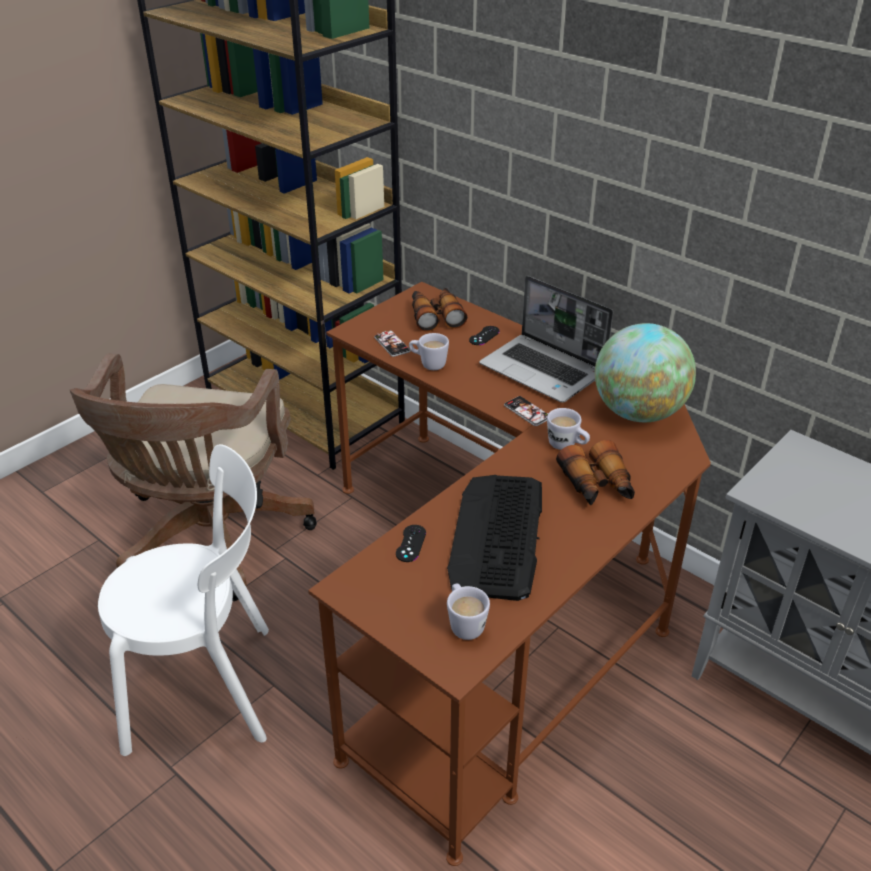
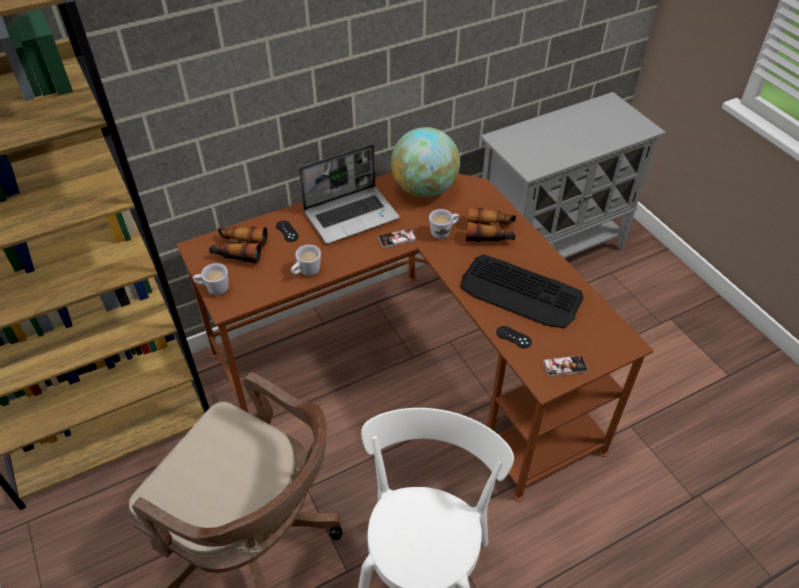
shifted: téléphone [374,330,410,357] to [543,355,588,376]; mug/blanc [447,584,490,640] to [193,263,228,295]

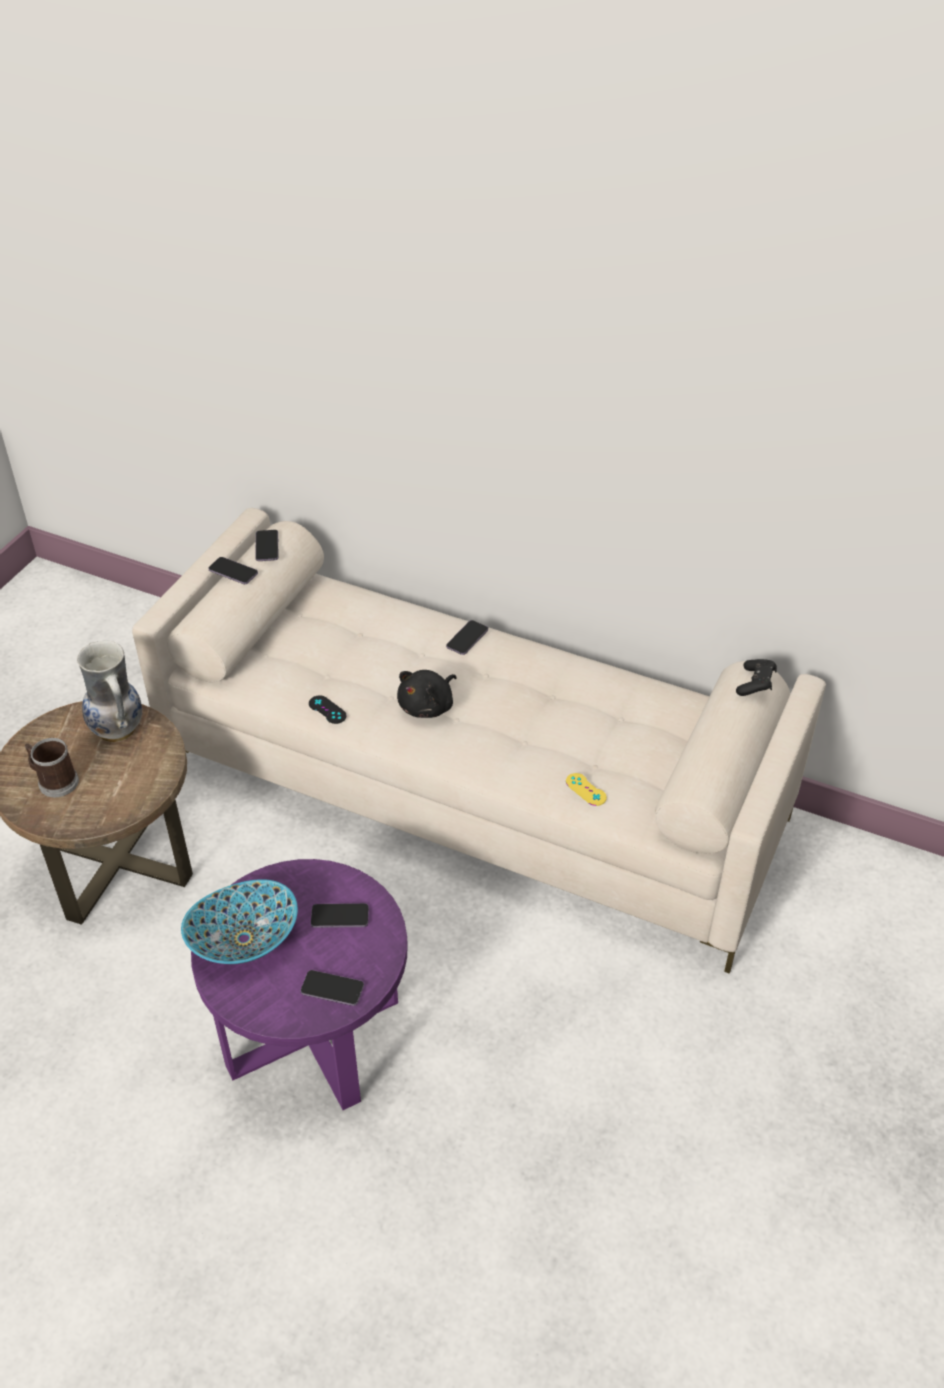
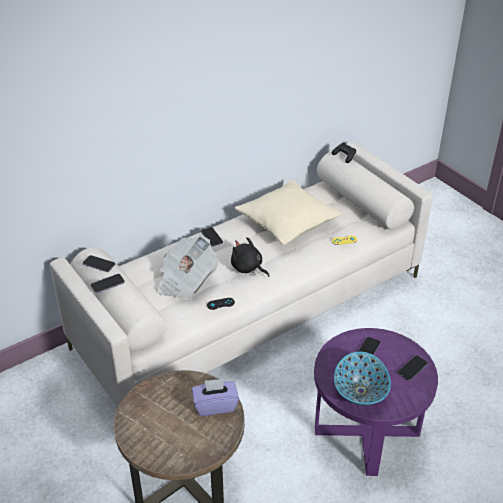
gone: mug [25,738,79,797]; vase [77,640,142,742]
new: journal [157,236,218,299]; boîte à mouchoirs/violet [192,379,239,416]; coussin/beige [235,180,342,245]
rotated: peluche/noir [397,670,457,718] = [231,237,269,277] 150 degrees clockwise

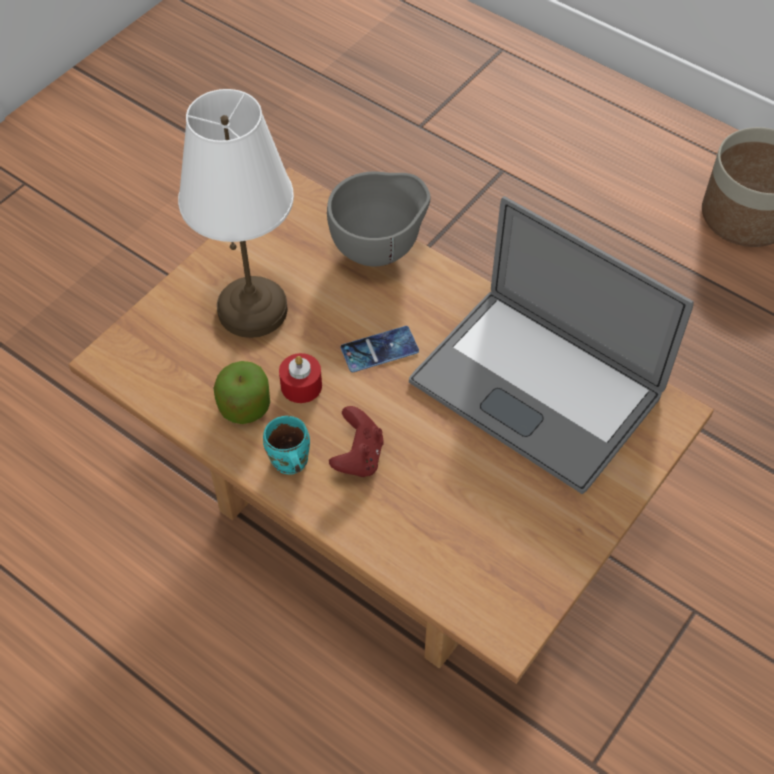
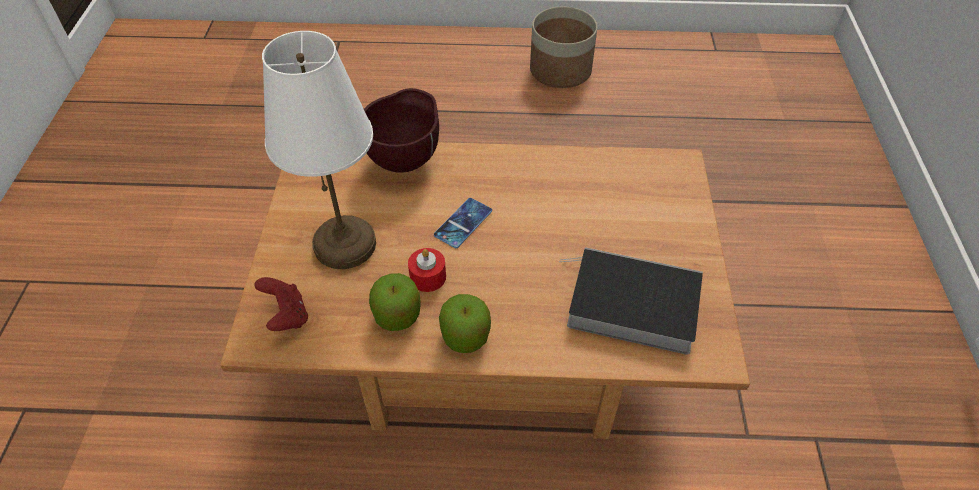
gone: ordinateur portable [409,196,694,494]
new: livre [559,247,703,355]
shifted: manette/rouge [329,406,384,477] to [254,277,308,331]
swapped: mug/turquoise [263,416,310,474] to pomme [439,294,491,353]
repainted: bol/gris [327,171,431,267] to bol/marron [364,88,439,173]

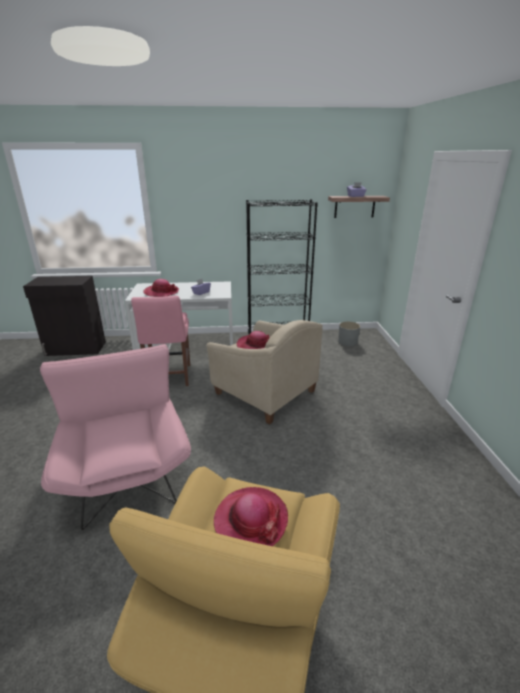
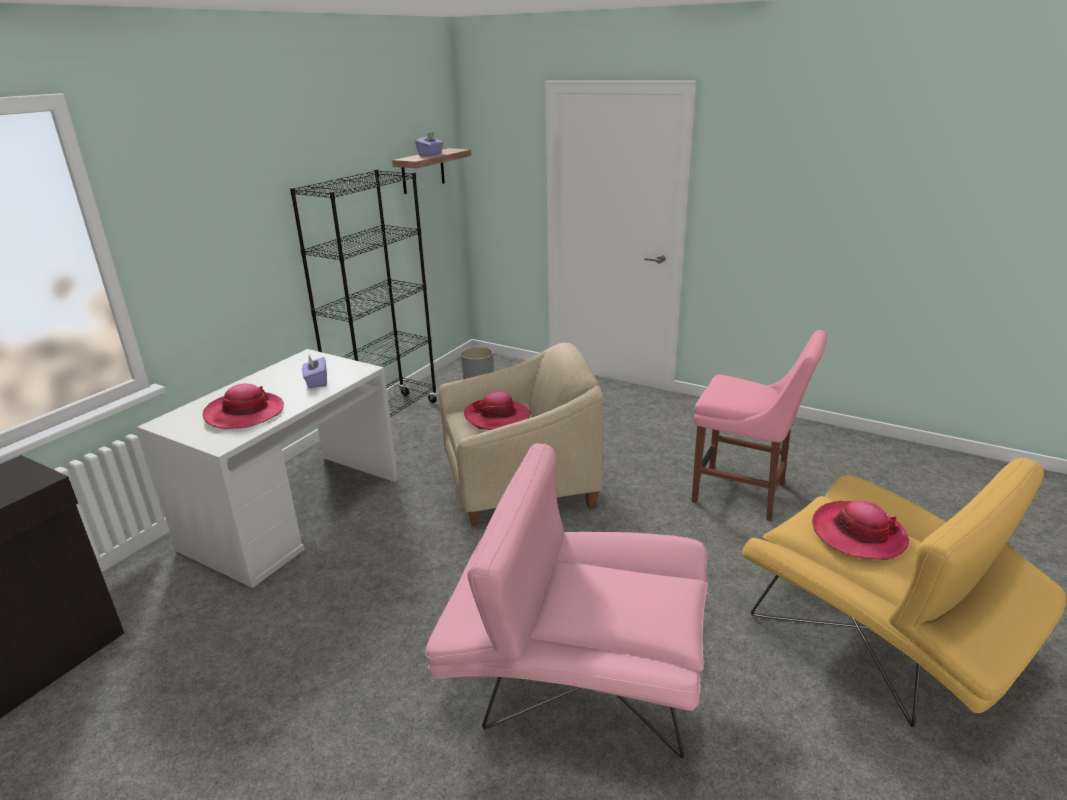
shifted: chaise/rose [131,296,190,386] to [692,330,827,521]

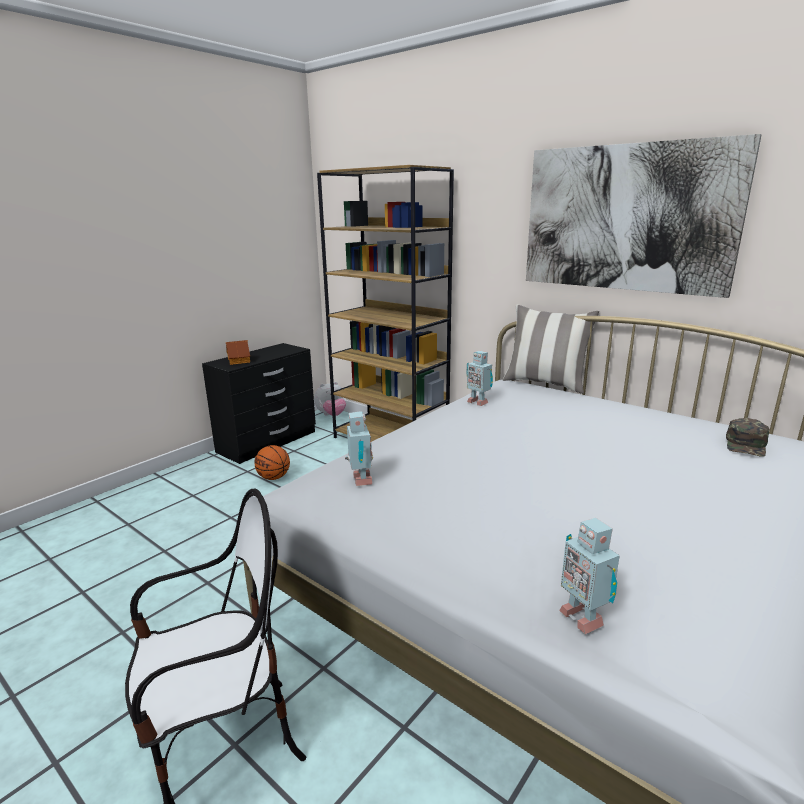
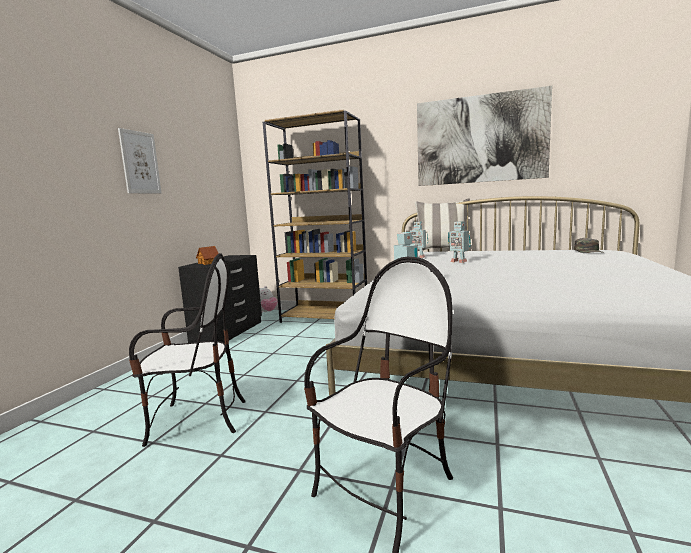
gone: ballon de basket [254,445,290,480]
new: tableau [118,128,161,194]; chaise [129,253,246,447]
shifted: robot jouet [559,518,620,634] to [448,221,471,263]

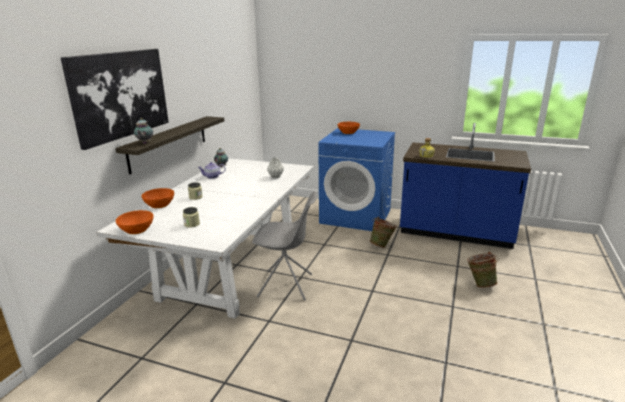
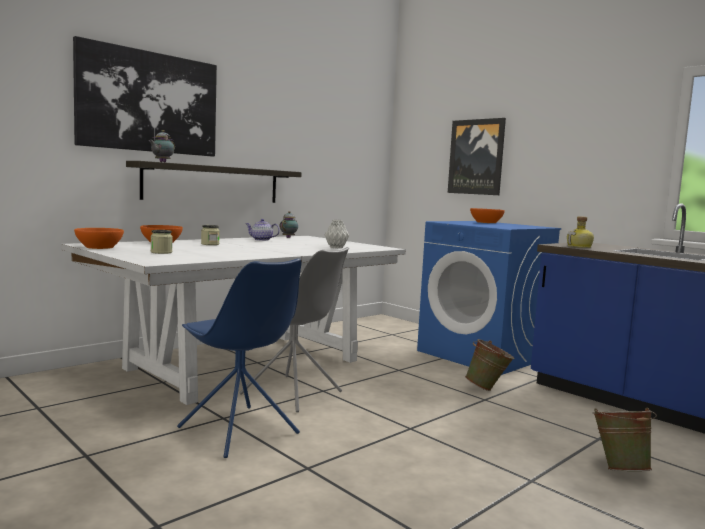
new: chaise/bleu [177,258,301,458]; tableau [448,118,506,195]

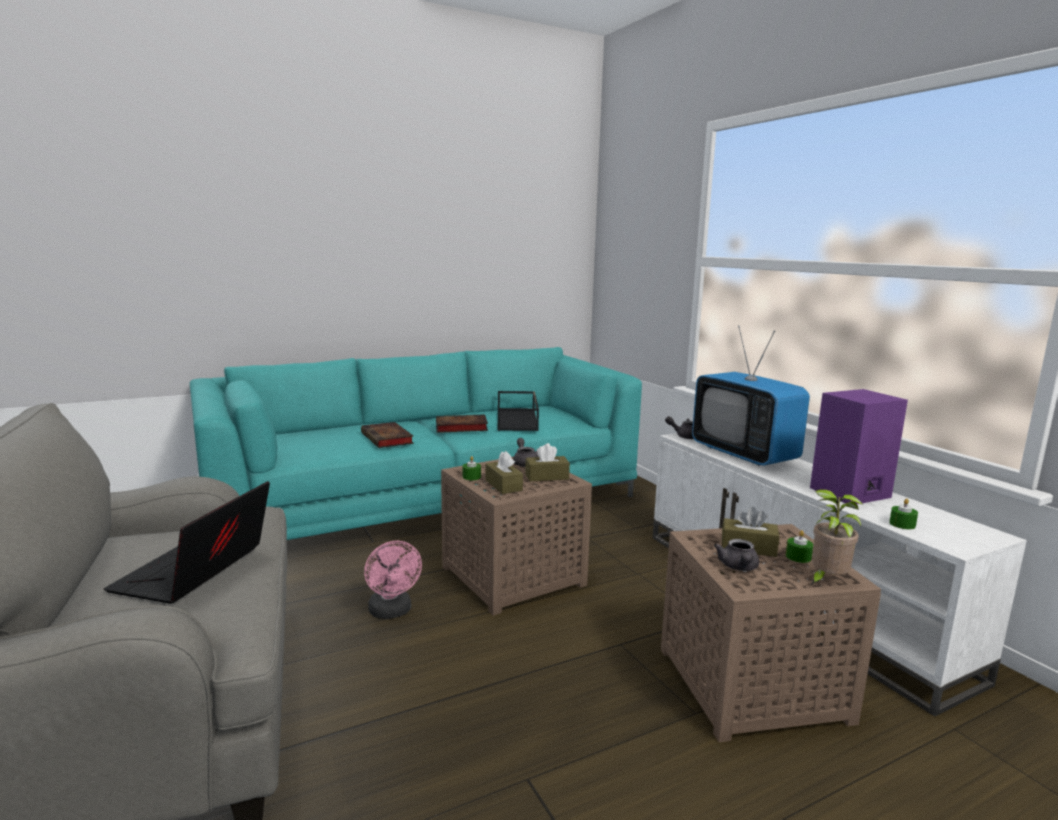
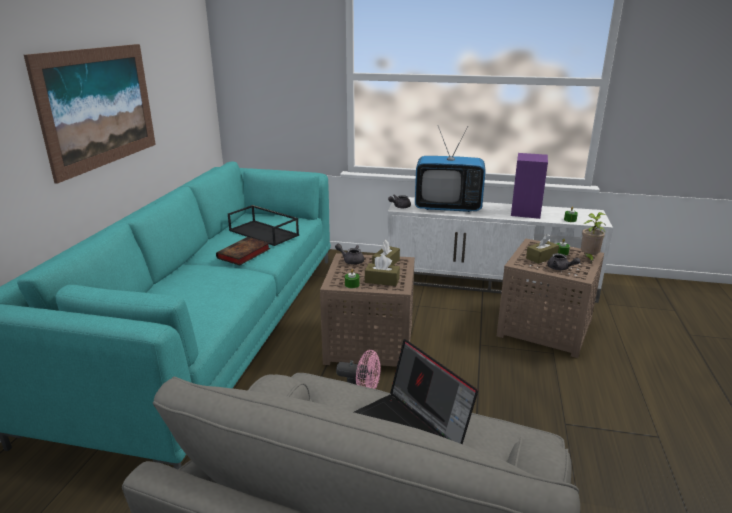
gone: livre [361,422,414,448]
new: tableau [24,44,156,184]

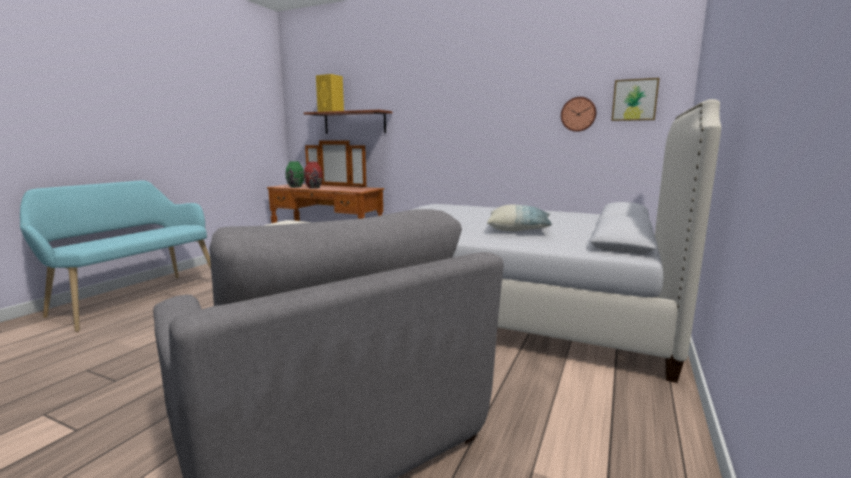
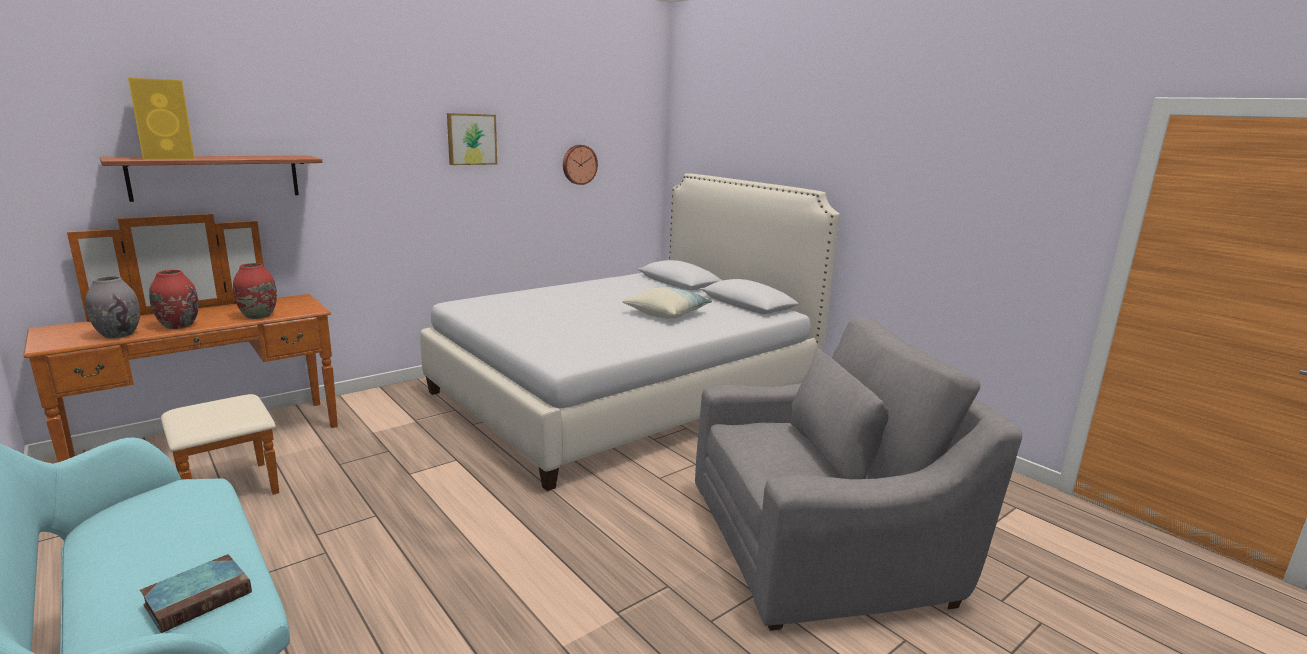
new: livre [140,554,252,633]; vase/rouge [233,263,277,319]
shifted: tableau [611,78,659,121] to [447,113,497,165]
repainted: vase/vert [286,161,304,188] to vase/gris [85,276,140,338]

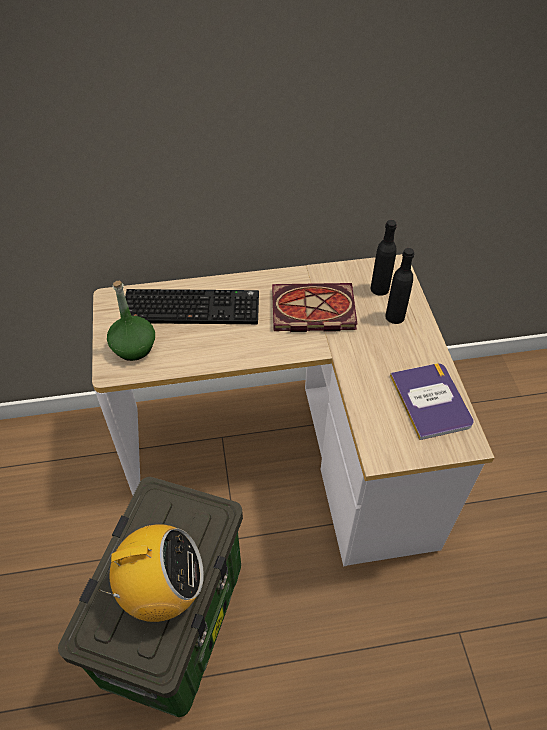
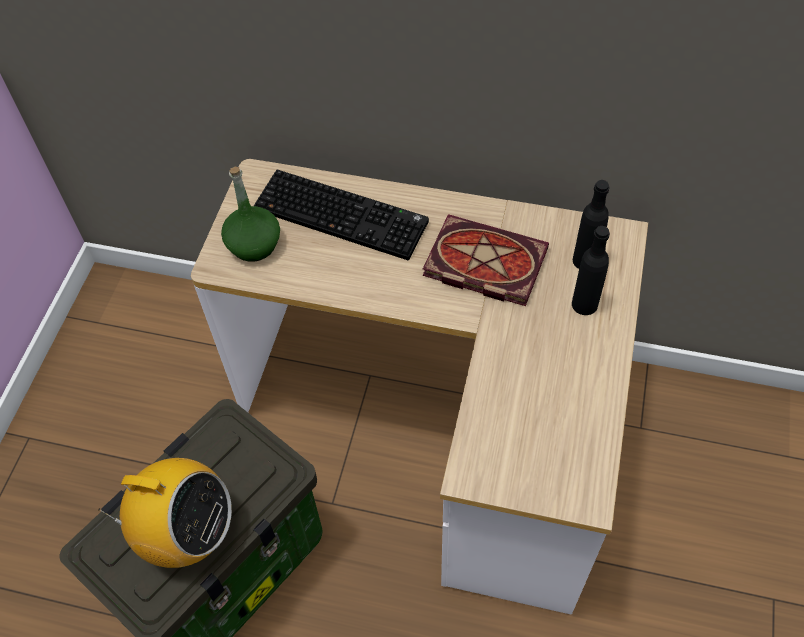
gone: livre [390,363,474,440]

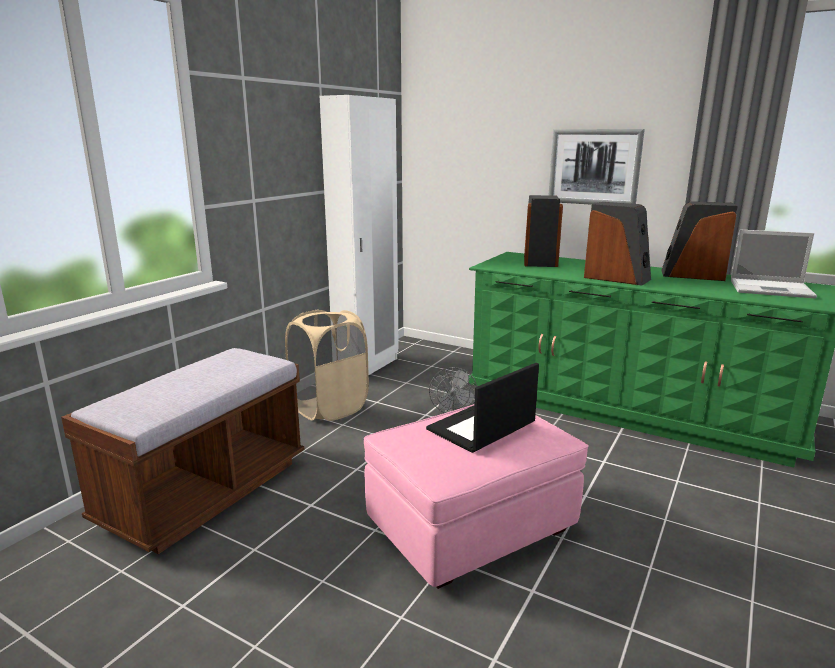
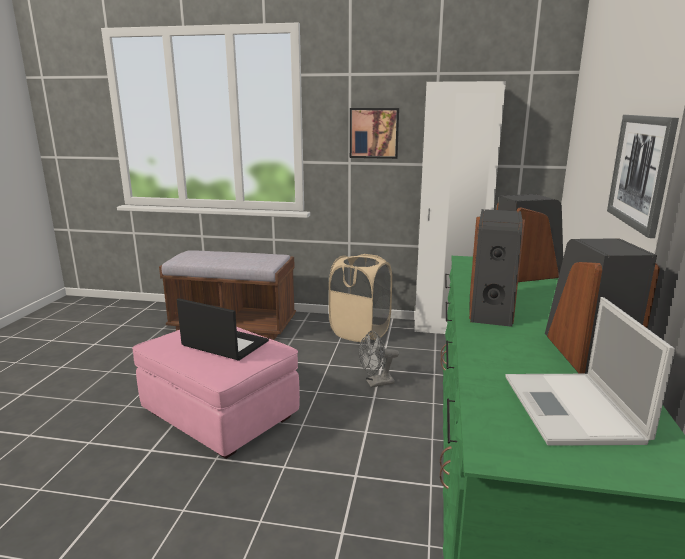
new: tableau [350,108,399,159]

